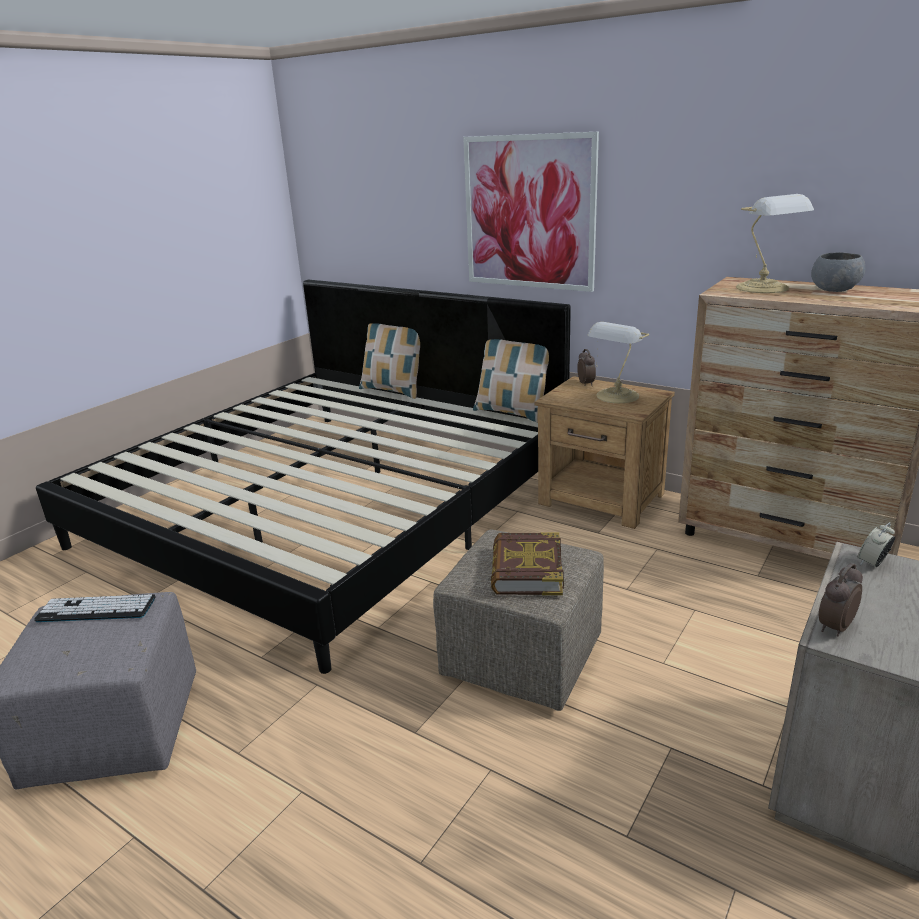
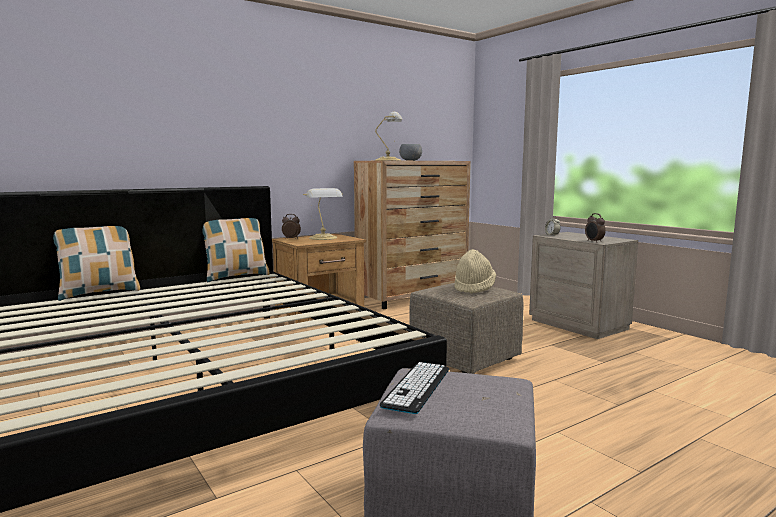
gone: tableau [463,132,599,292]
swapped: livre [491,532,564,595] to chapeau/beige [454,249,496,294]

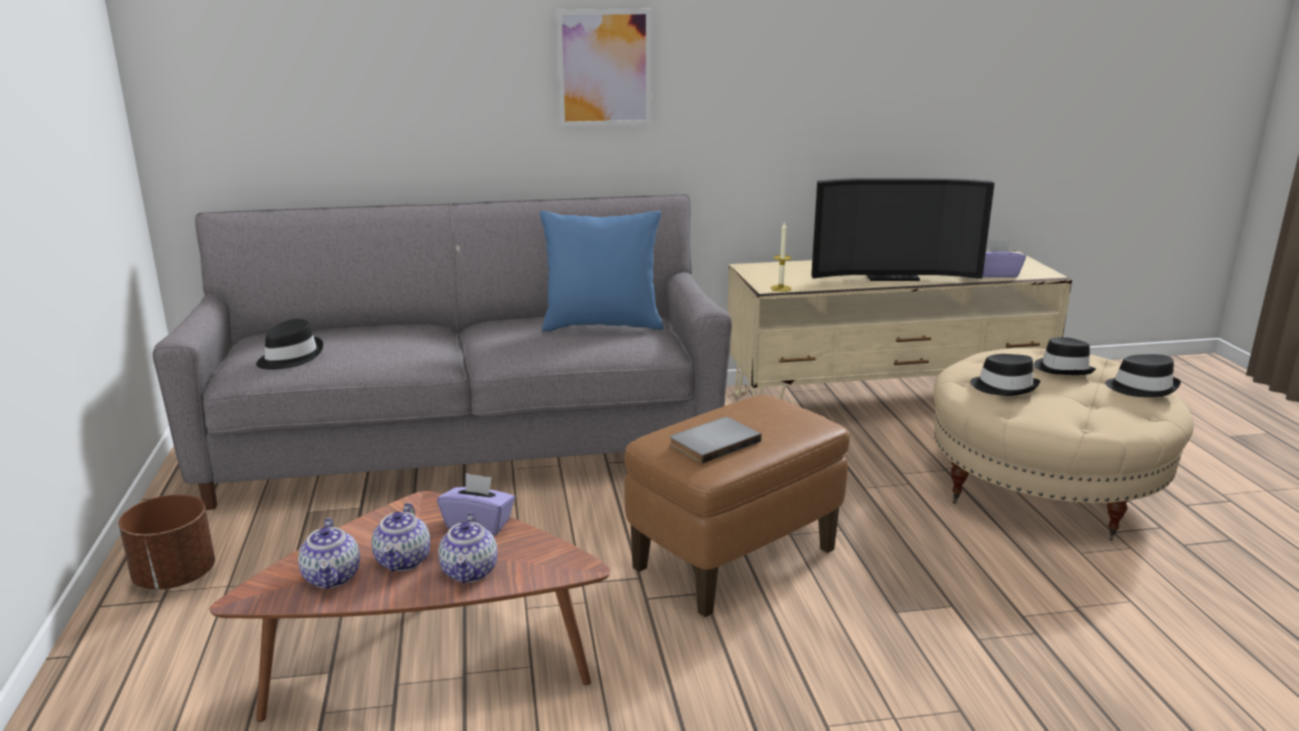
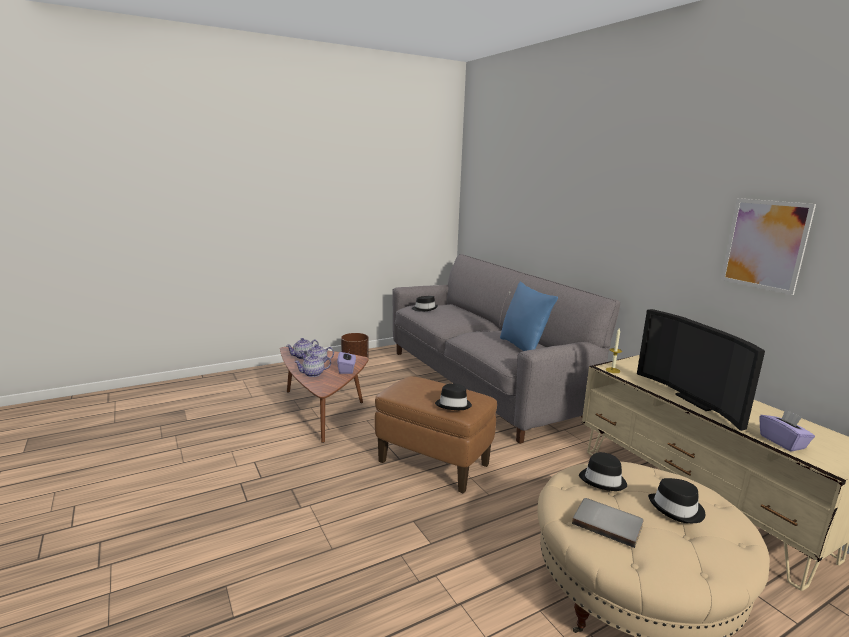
shifted: tableau [556,9,651,127] to [721,198,816,295]; livre/gris [670,417,762,464] to [572,498,644,548]; chapeau/noir [1105,354,1181,397] to [435,383,472,410]

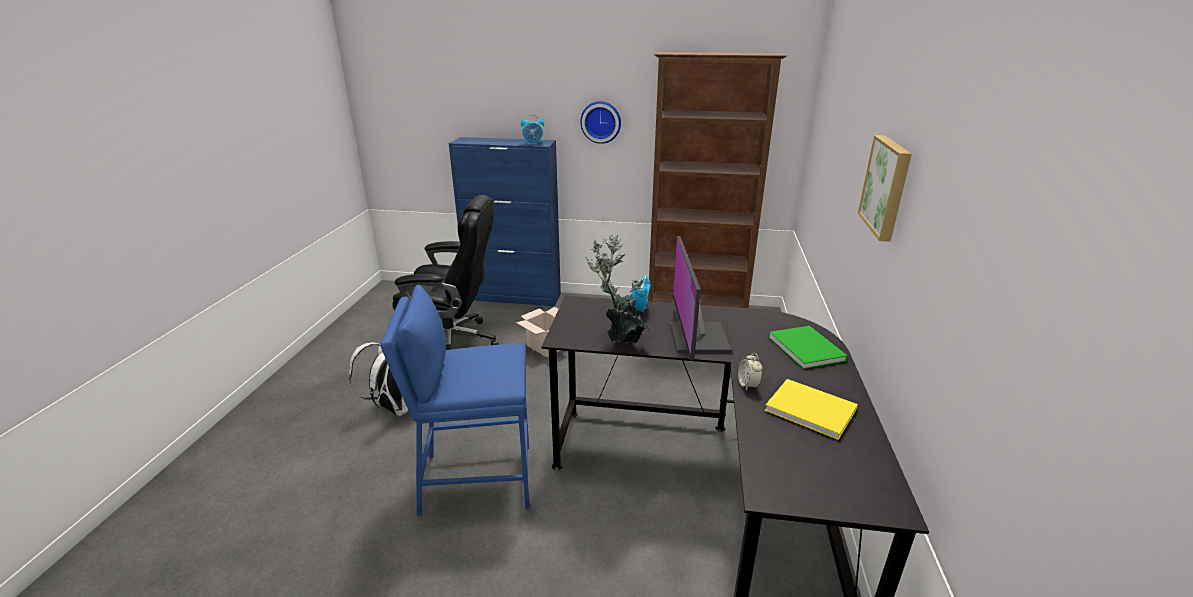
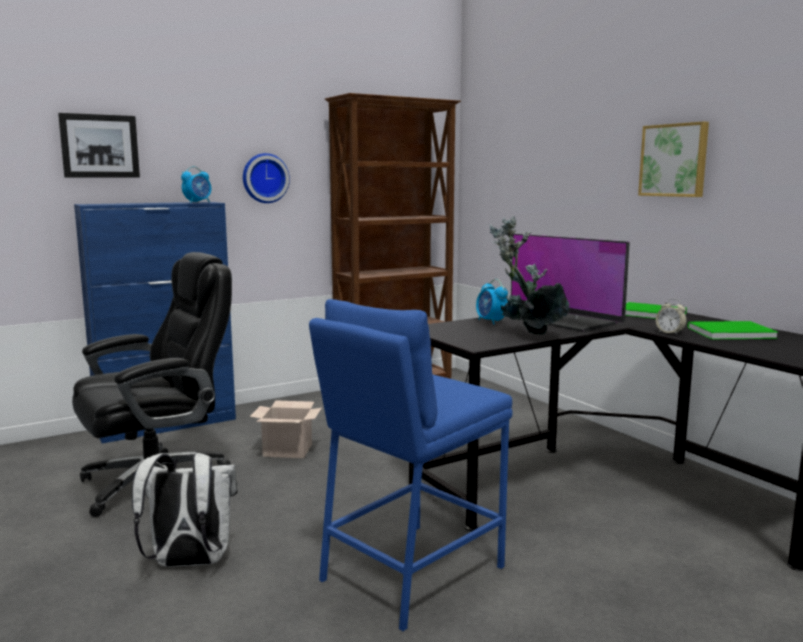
new: tableau [58,113,140,178]
repainted: livre/jaune [765,379,858,440] to livre/vert [687,321,778,339]

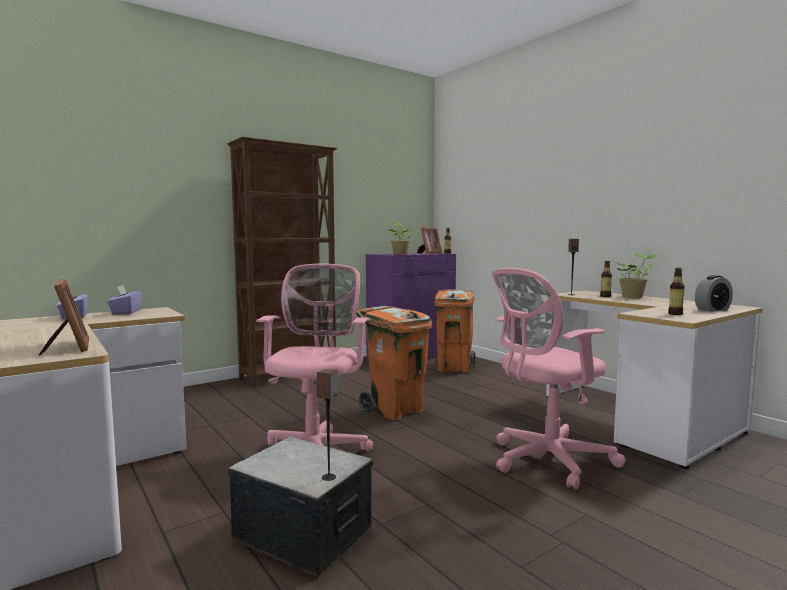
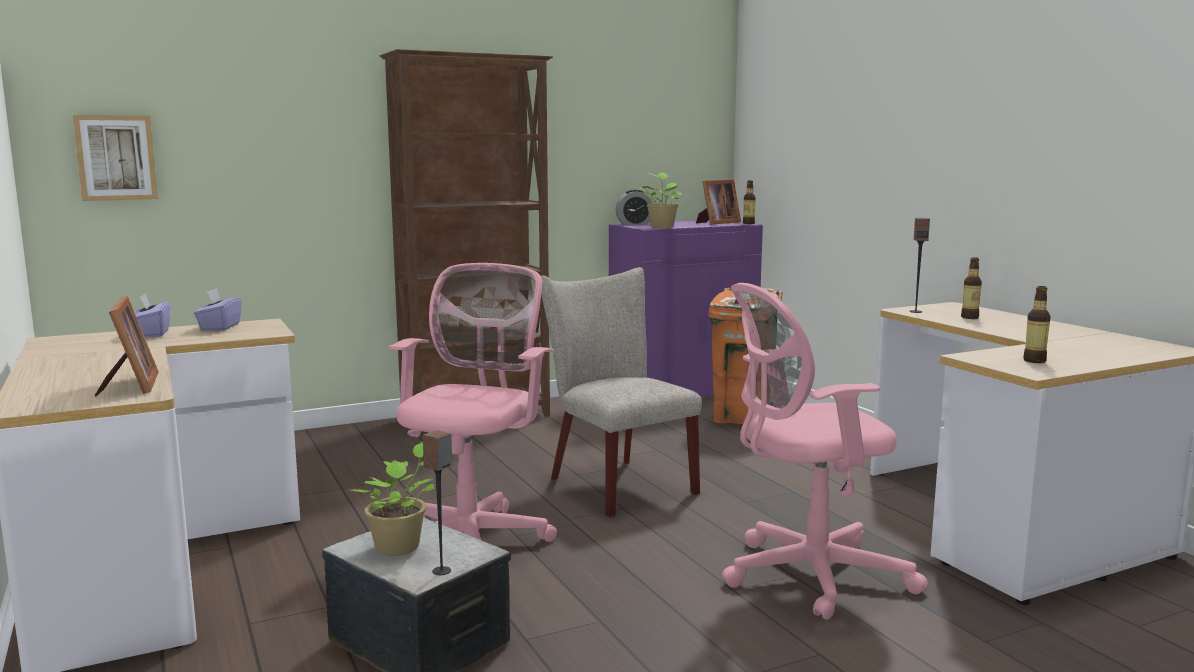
new: tableau [73,115,158,201]
shifted: plante en pot [617,253,657,298] to [348,442,435,556]; réveil [695,275,733,312] to [615,190,653,225]
swapped: poubelle/orange [356,306,432,420] to chaise/beige [541,267,702,517]

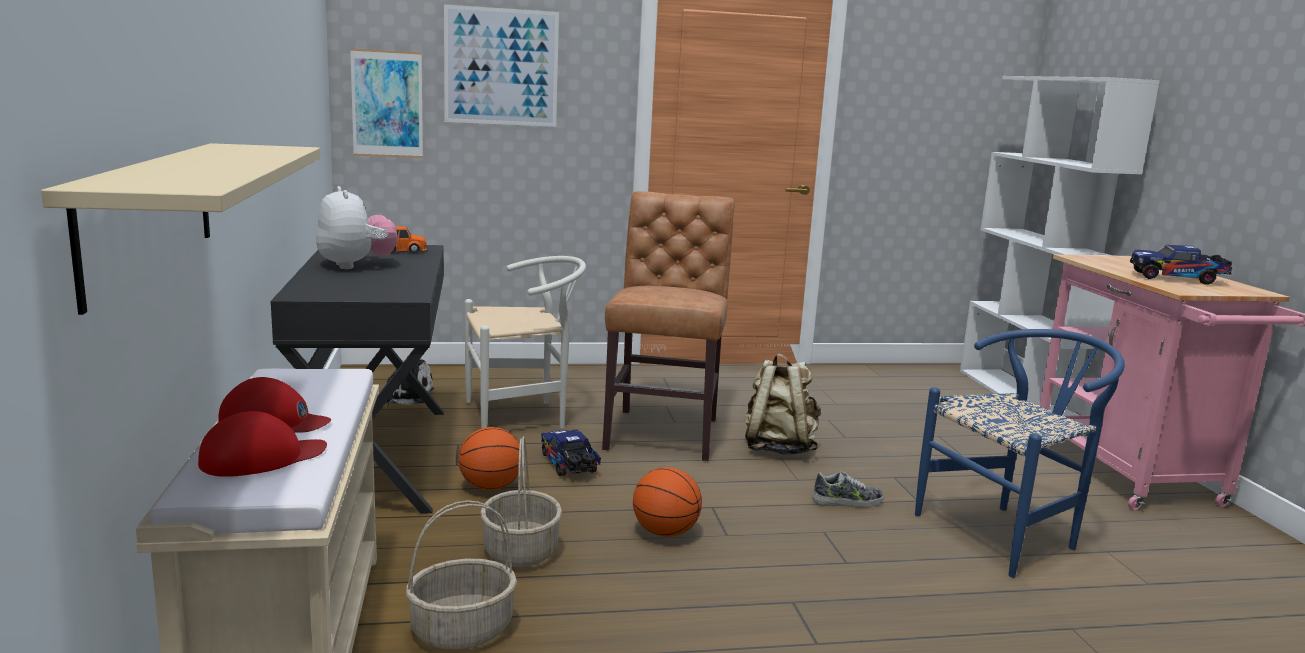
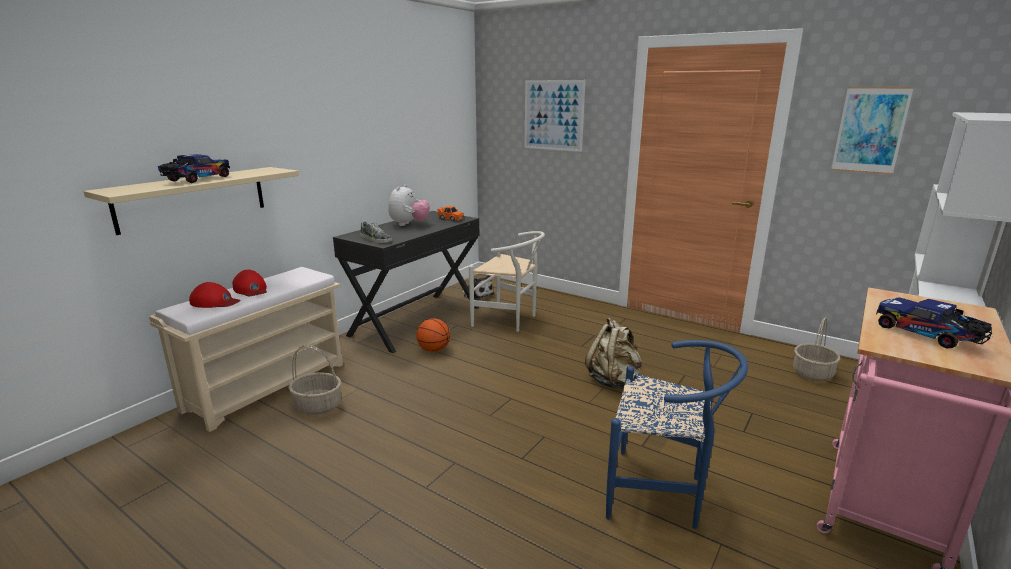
gone: chaise/marron [602,191,735,461]; ballon de basket [633,467,702,537]
shifted: tableau [350,48,423,158] to [831,87,914,175]; panier [480,436,562,568] to [793,317,840,381]; camion jouet [541,430,601,476] to [158,154,230,183]; chaussure [812,471,883,508] to [361,220,392,243]

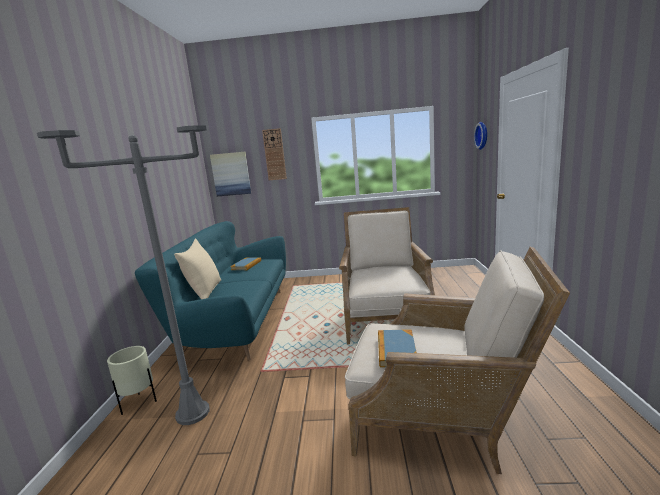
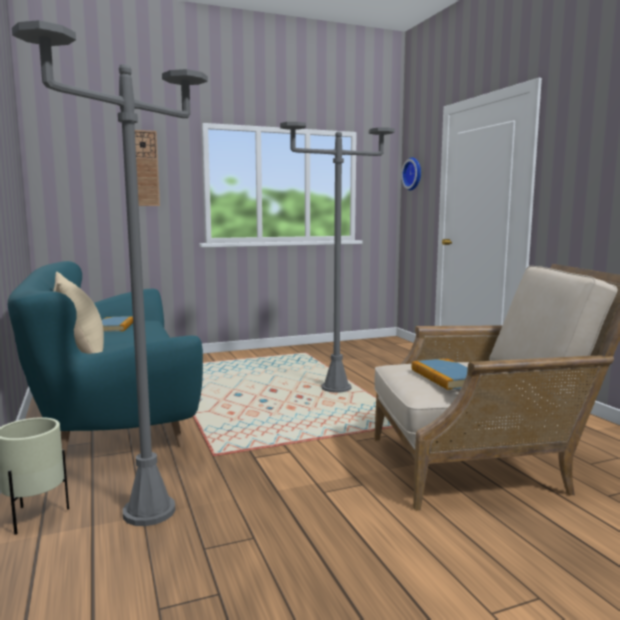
gone: tableau [210,152,251,196]
swapped: fauteuil/beige [339,207,435,344] to lampadaire/gris [280,122,395,393]

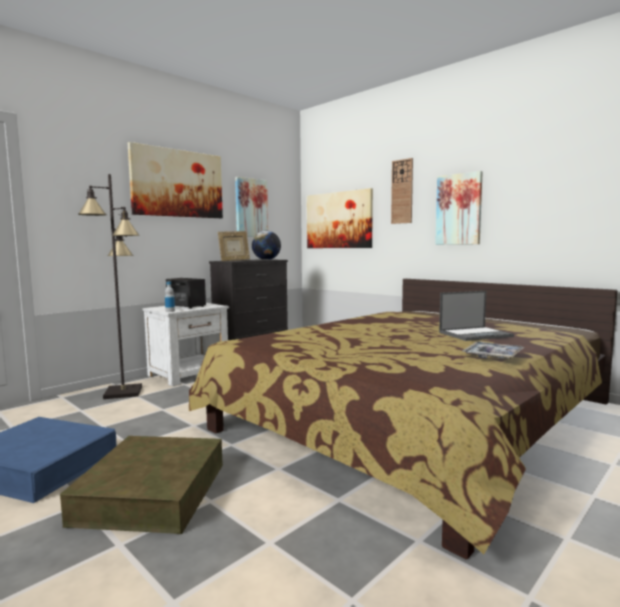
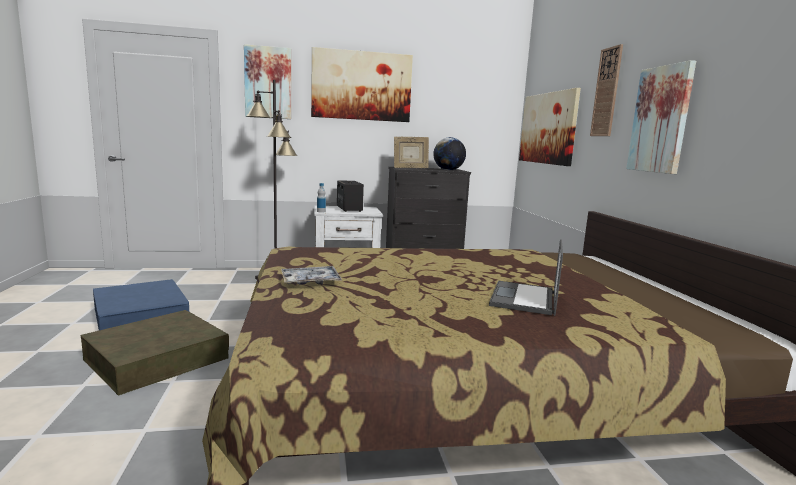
shifted: tableau [235,177,268,237] to [244,44,291,119]; plateau [462,341,525,359] to [281,266,342,285]
rotated: ordinateur portable [439,291,514,341] = [489,239,563,316] 90 degrees clockwise

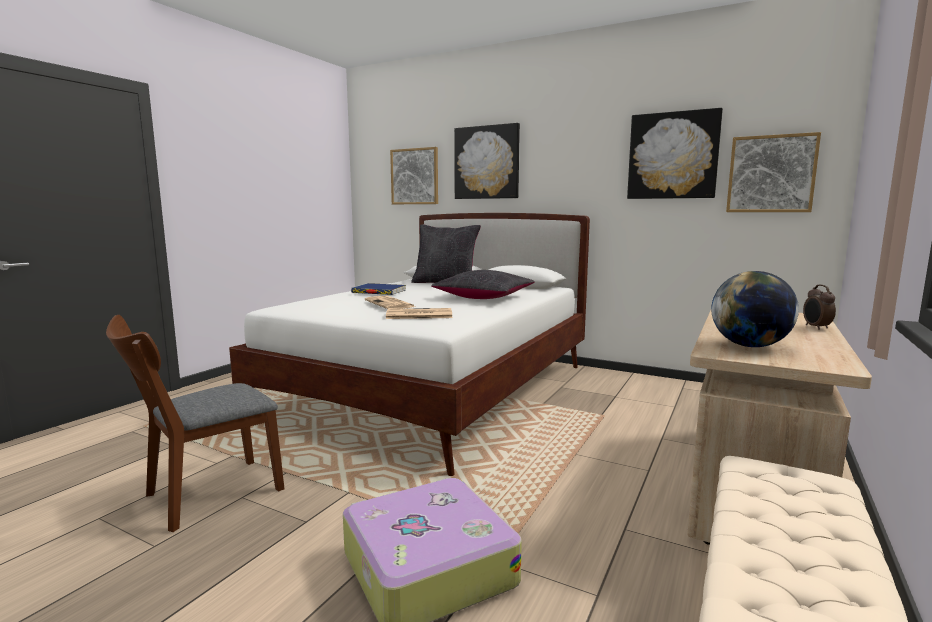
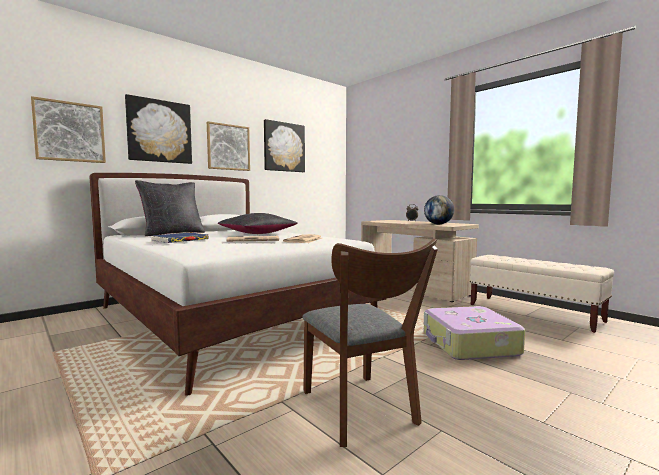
shifted: tableau [726,132,821,212] to [207,121,250,171]

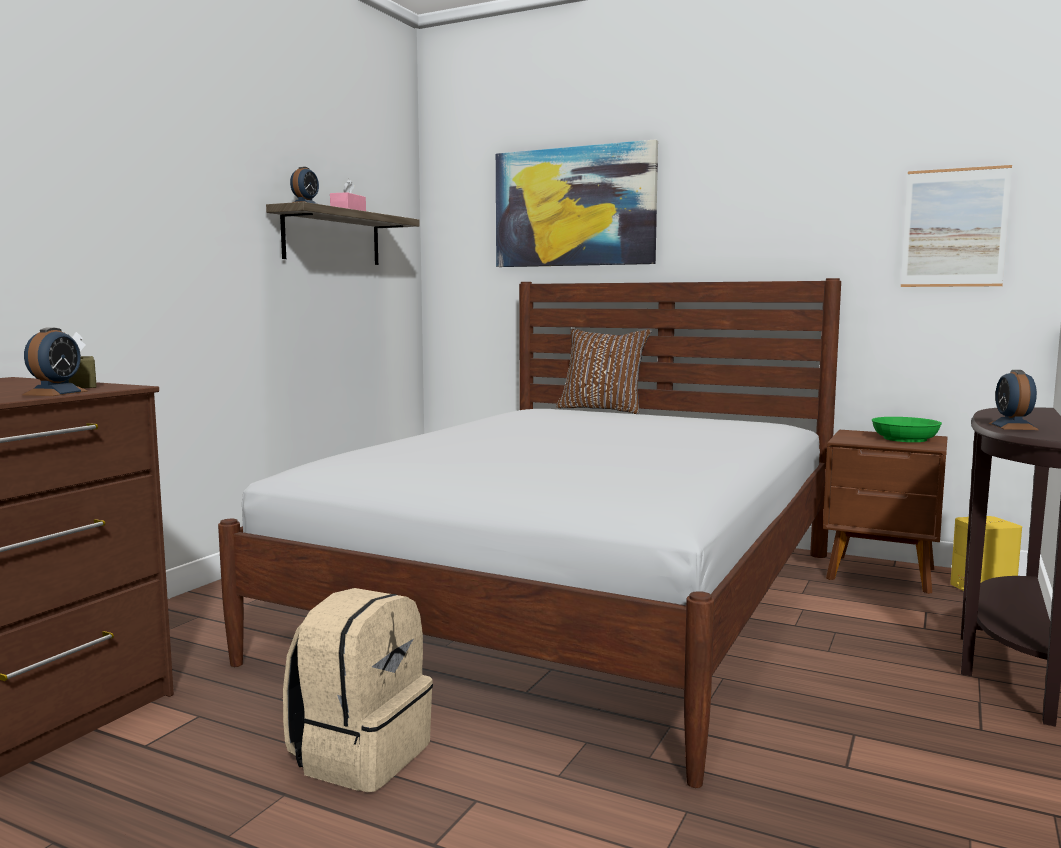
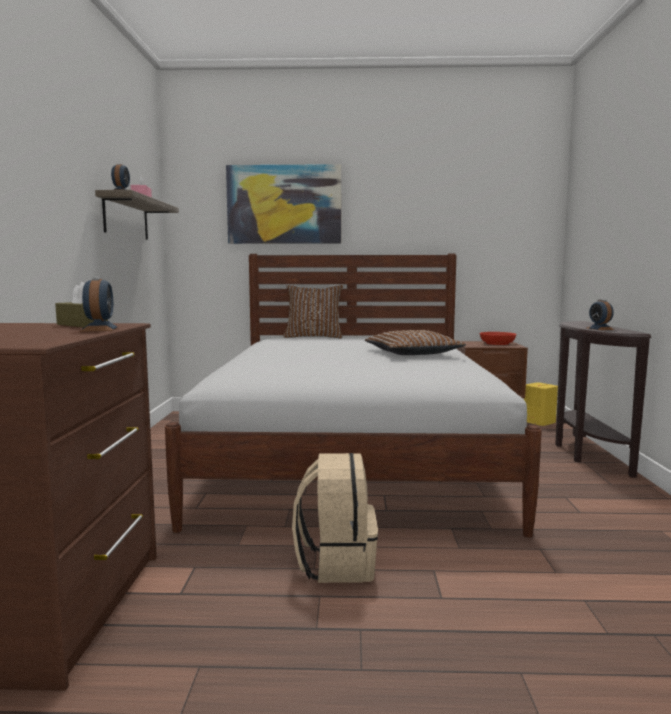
gone: tableau [901,165,1012,287]
new: coussin/marron [365,330,466,355]
repainted: bol/vert [871,417,942,442] to bol/rouge [479,332,517,345]

